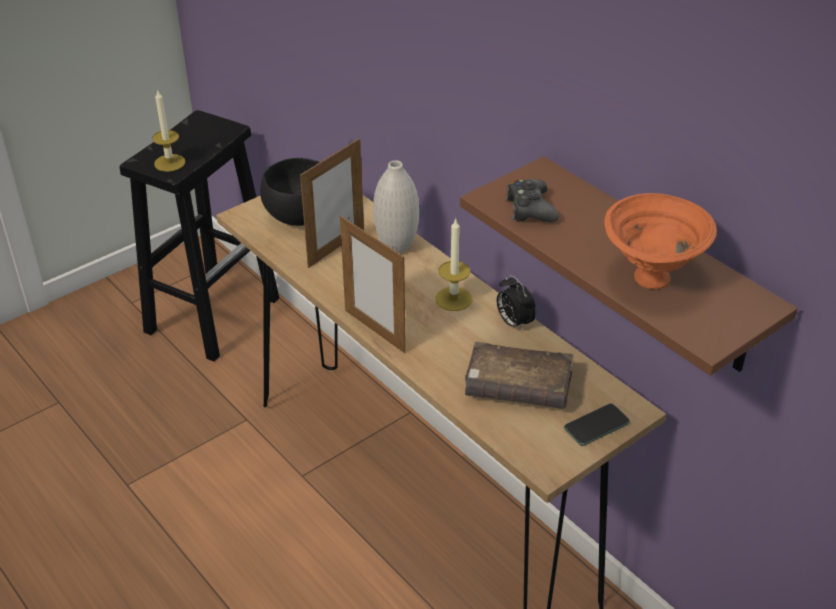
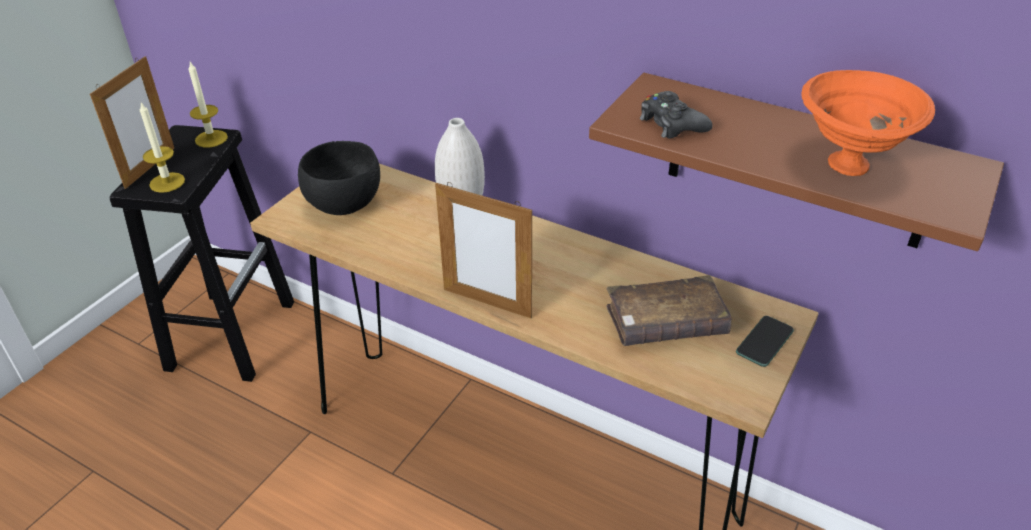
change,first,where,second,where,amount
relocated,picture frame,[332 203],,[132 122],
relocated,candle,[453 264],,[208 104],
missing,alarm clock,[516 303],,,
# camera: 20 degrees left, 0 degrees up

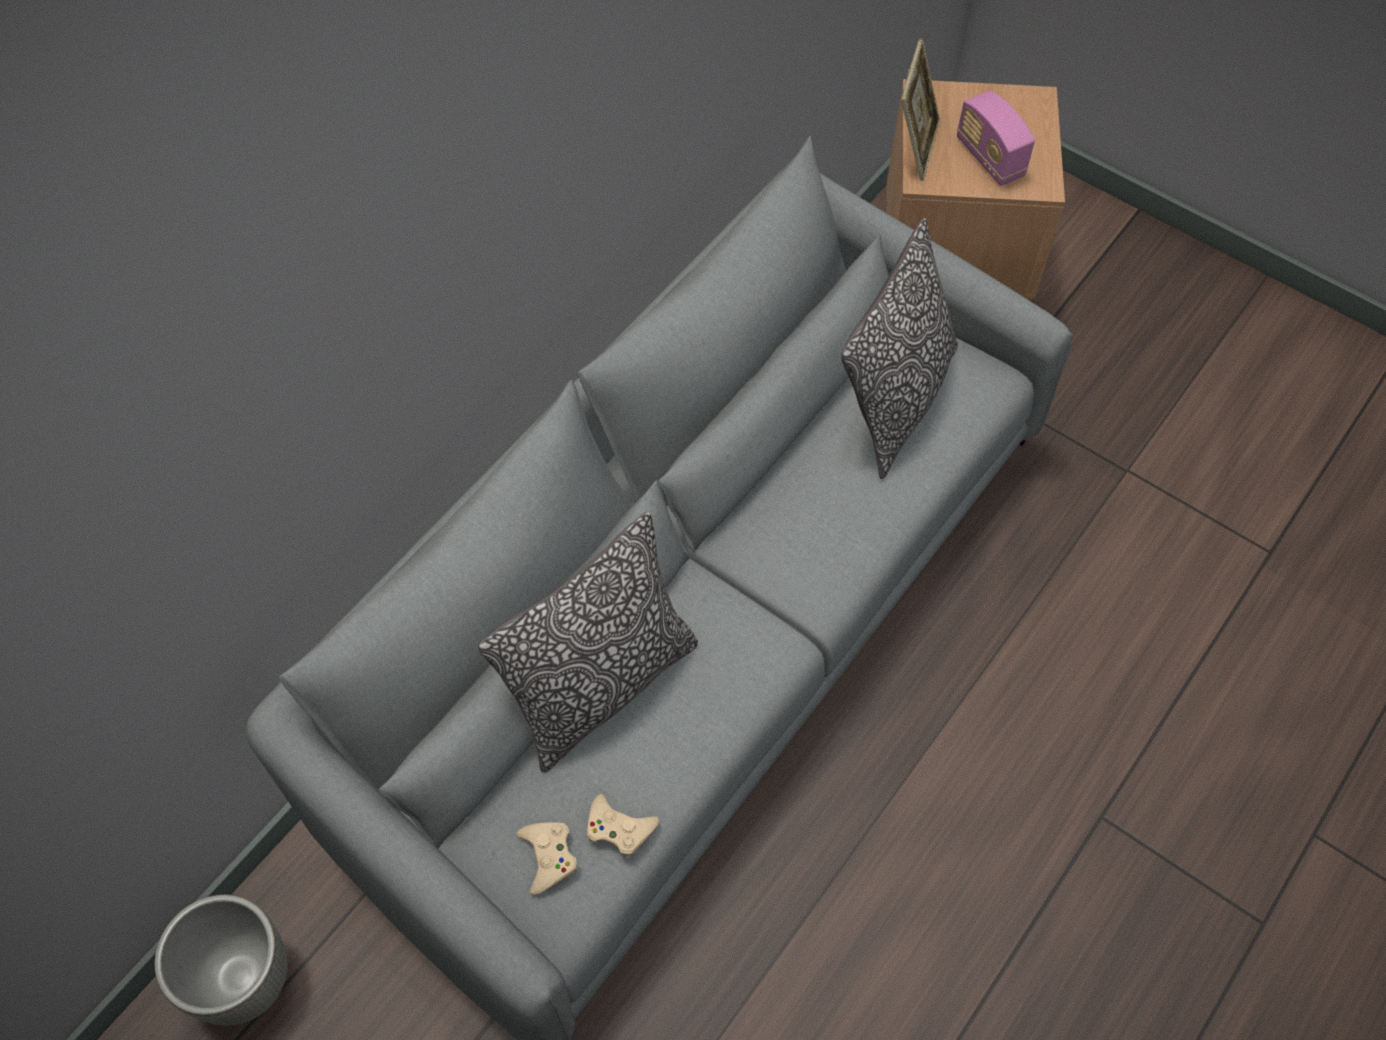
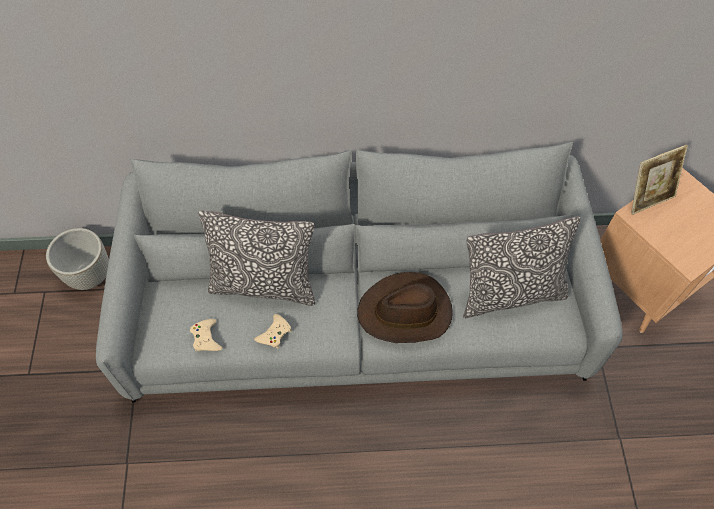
change,first,where,second,where,amount
relocated,beige game controller,[547 858],,[273 331],
missing,radio,[996 138],,,
appeared,,,brown hat,[405 307],
# camera: 50 degrees right, 0 degrees up

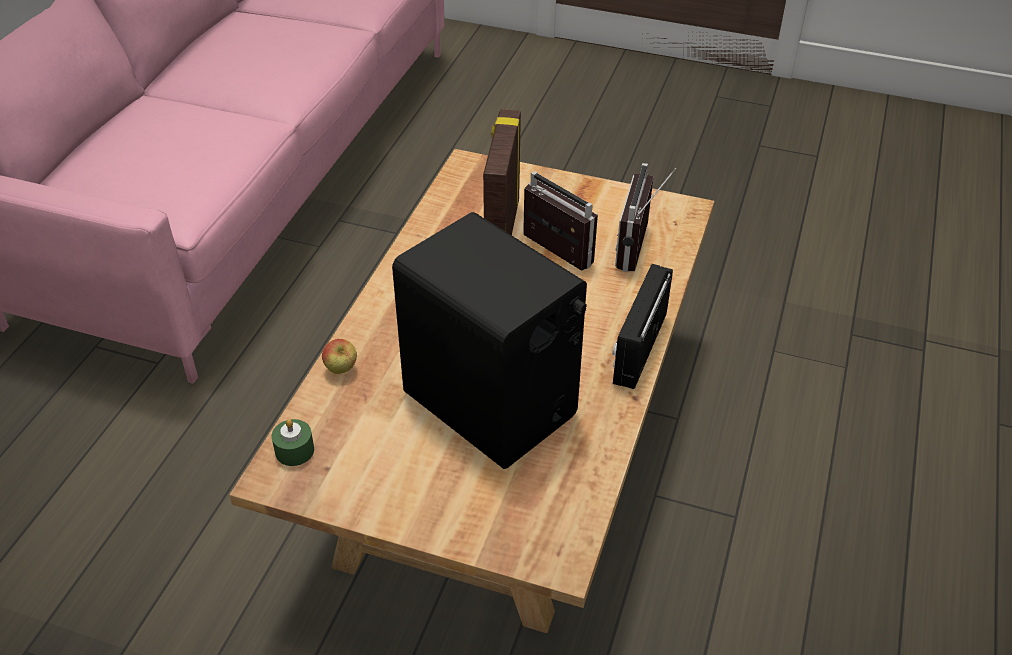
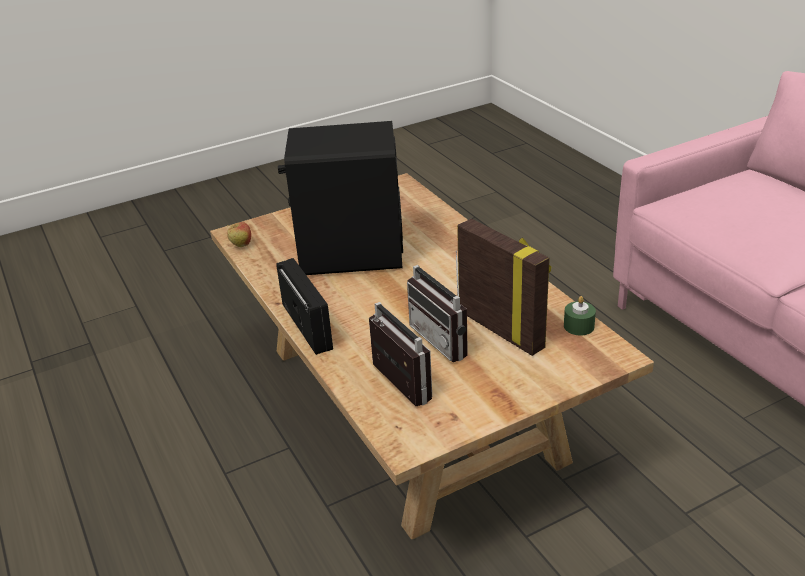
change,first,where,second,where,amount
relocated,green candle,[293 442],,[580 315],
relocated,apple,[339 356],,[239 234],
spun,radio,[560 221],,[437 306],60 degrees clockwise
# camera: 135 degrees right, 10 degrees down

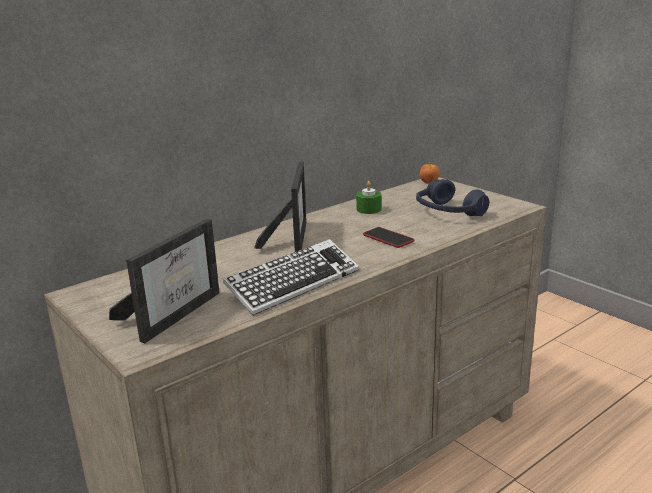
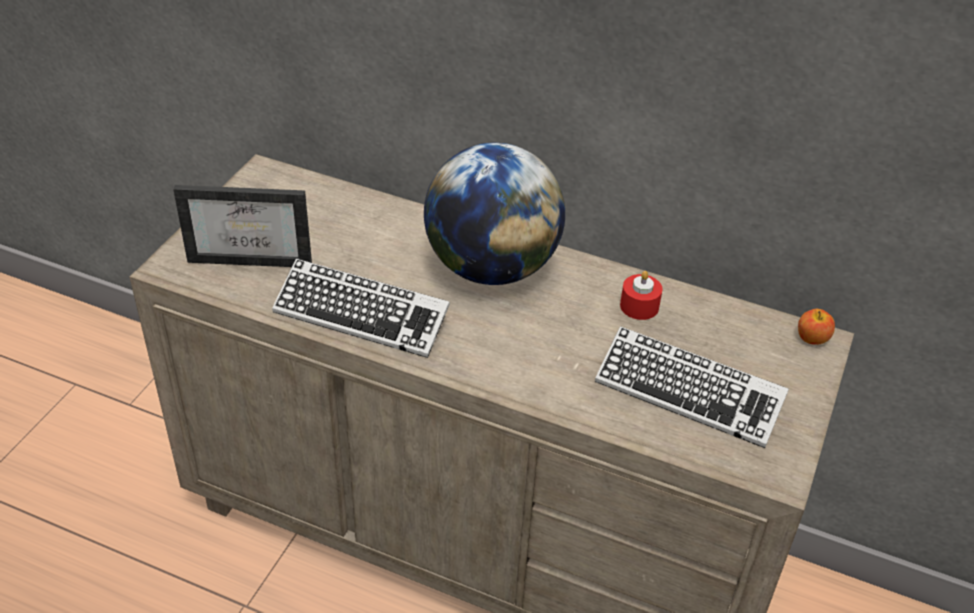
change,first,where,second,where,amount
exchanged,picture frame,[280 206],globe,[494 214],
colour,green candle,[368 197],red candle,[641 295],
missing,phone,[388 237],,,
exchanged,blue headphones,[452 197],keyboard,[692 387],
# camera: 60 degrees right, 20 degrees up

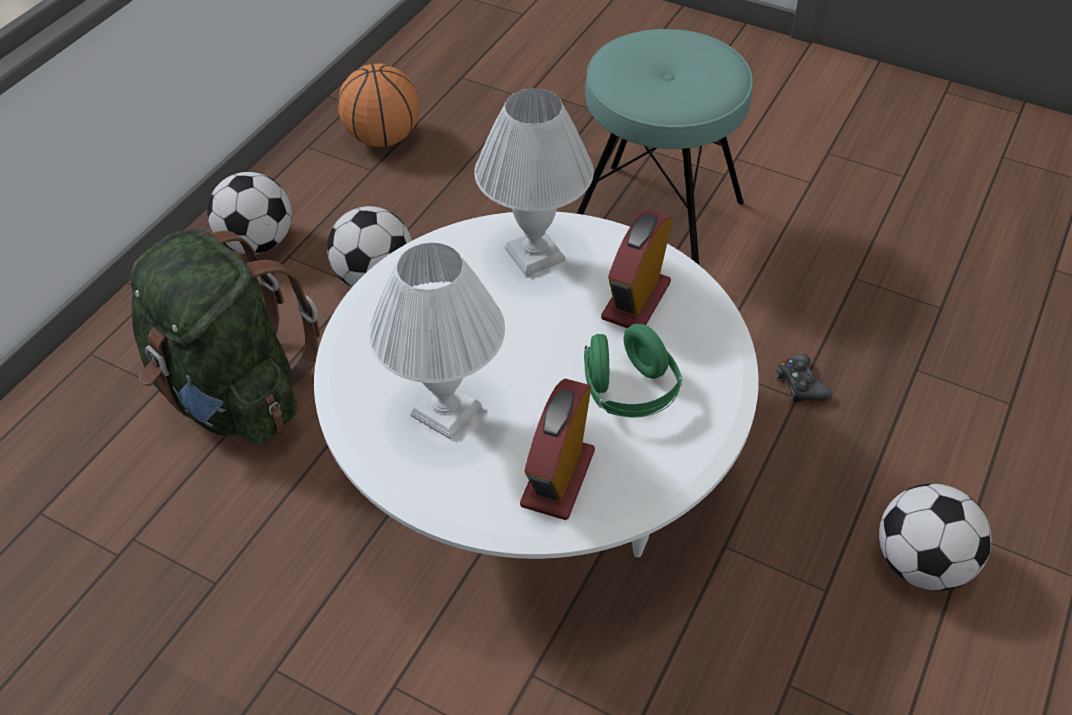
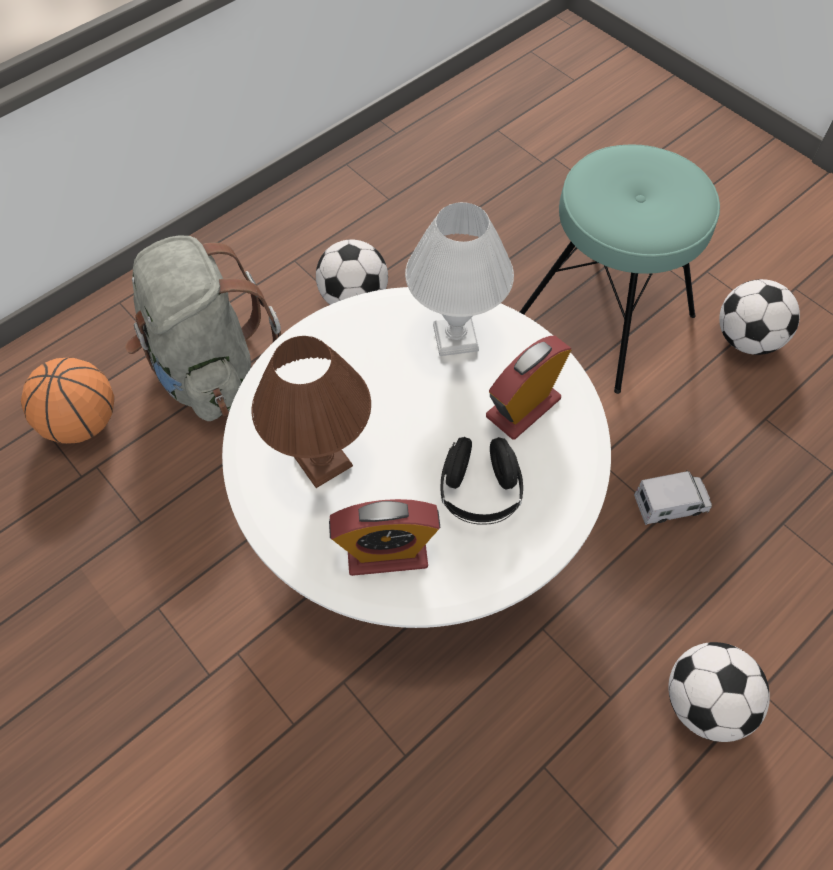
change,first,where,second,where,amount
colour,green backpack,[225 336],grey backpack,[203 328],
relocated,football,[249 213],,[759 317],
relocated,basketball,[378 105],,[67 400],
colour,white table lamp,[437 341],brown table lamp,[311 412],
spun,alarm clock,[557 449],,[384 537],135 degrees counterclockwise
colour,green headphones,[633 371],black headphones,[481 481],
exchanged,black game controller,[804 378],toy truck,[673 498],
# camera: 20 degrees right, 10 degrees up

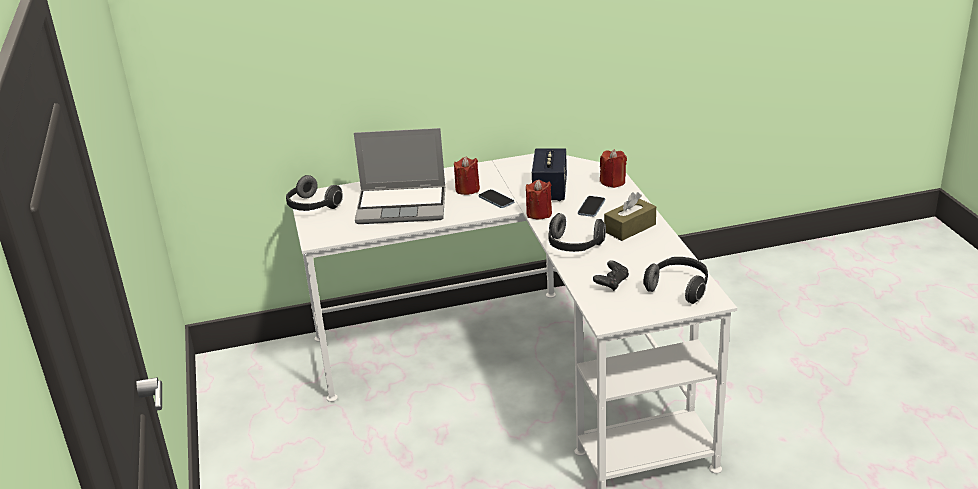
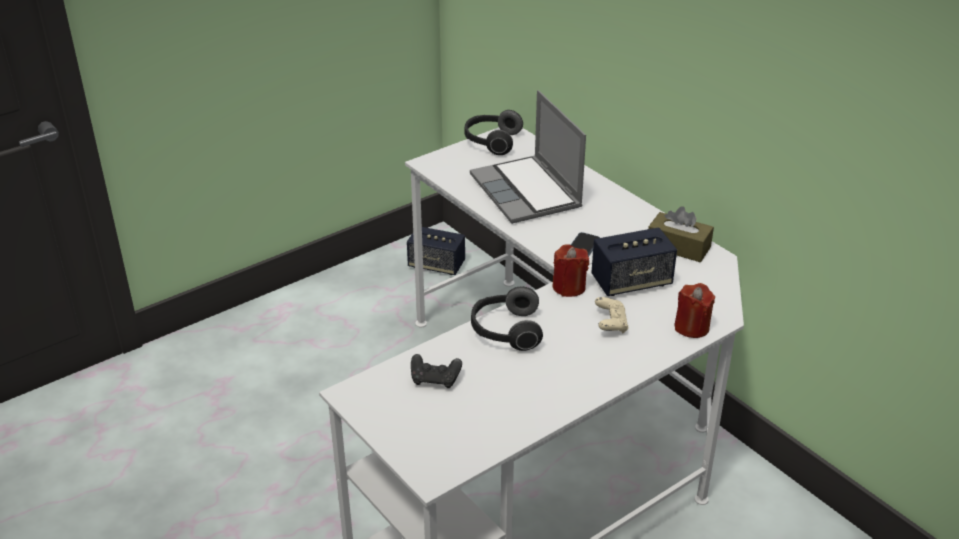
change,first,where,second,where,amount
missing,red candle,[467 176],,,
exchanged,phone,[591 206],beige game controller,[612 315],
relocated,brown tissue box,[630 216],,[681 234],
missing,headphones,[675 280],,,
appeared,,,speaker,[436 251],
# camera: 65 degrees right, 5 degrees up

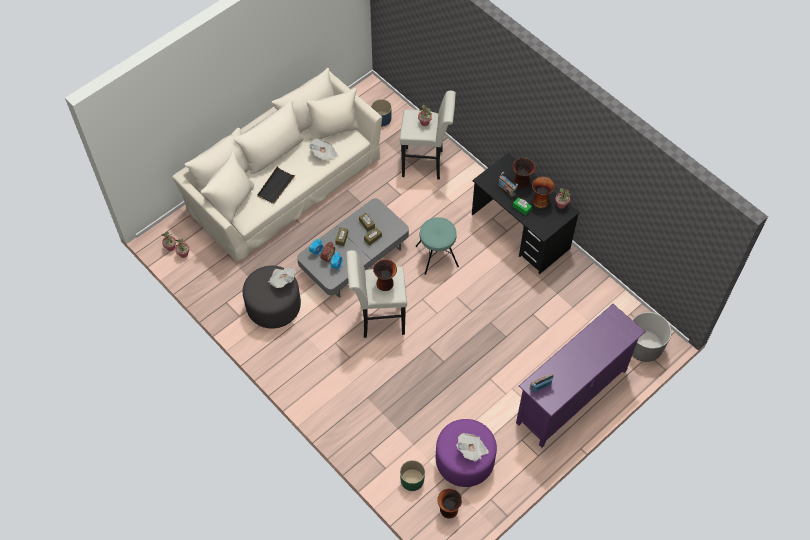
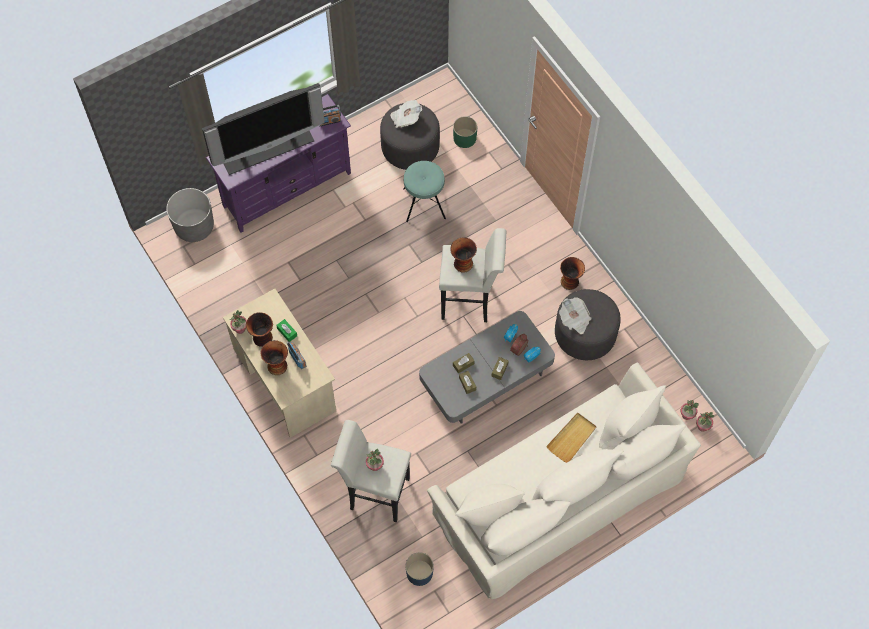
change,first,where,second,where,amount
colour,black tray,[276 185],beige tray,[571 438],
missing,newspaper,[323 149],,,
relocated,turquoise stool,[437 246],,[424 191],
colour,purple ottoman,[466 453],grey ottoman,[410 136],
relocated,vase,[449 503],,[572 273],
colour,black desk,[526 213],beige desk,[279 363],
appeared,,,television,[263 129],
# camera: 170 degrees left, 5 degrees up

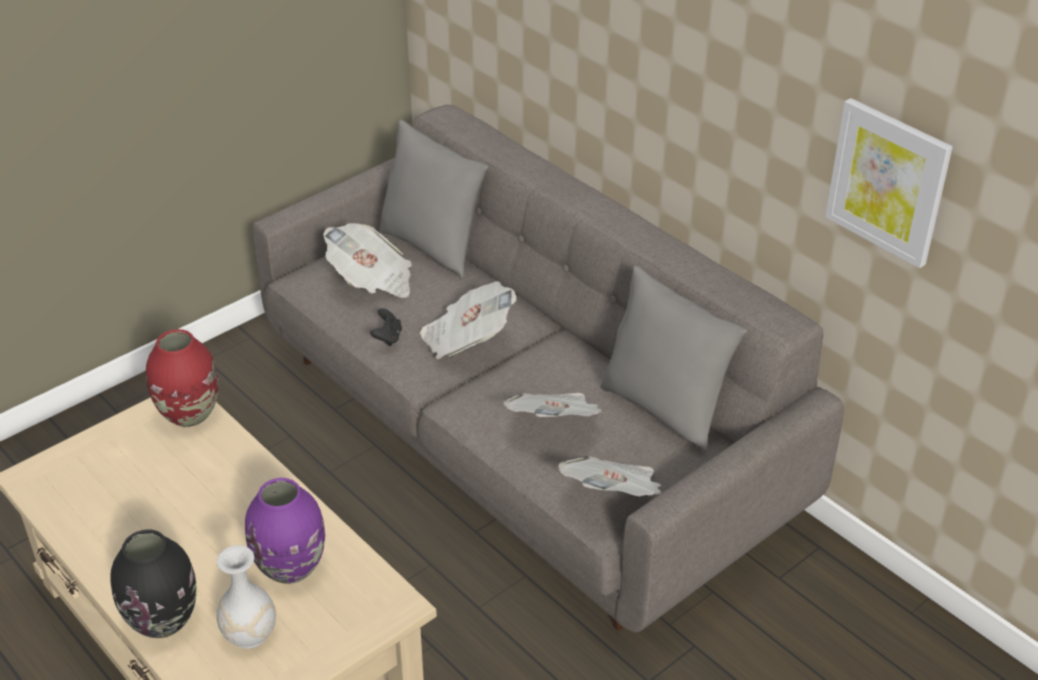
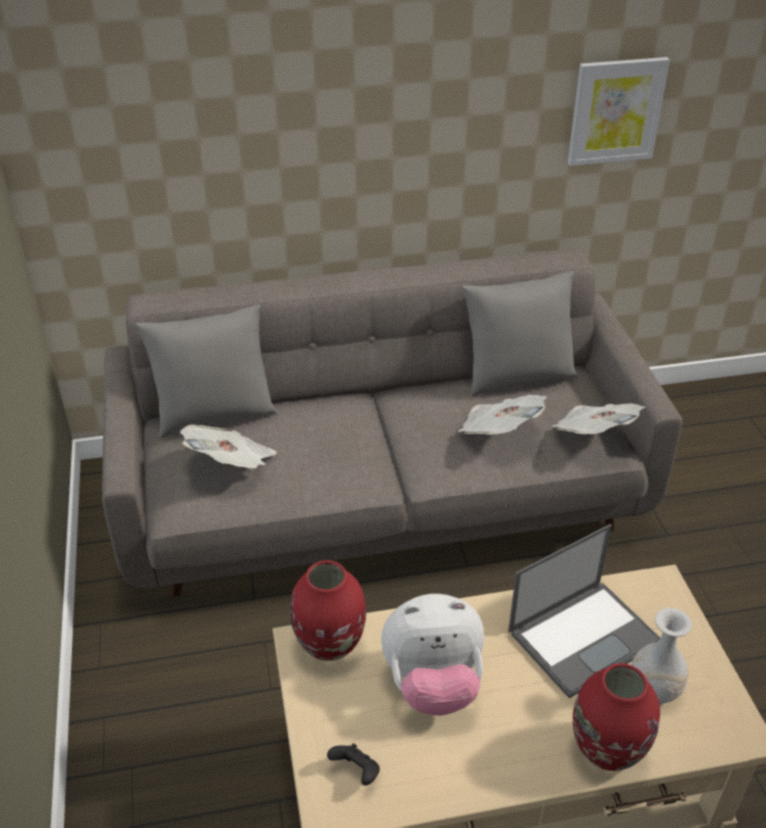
change,first,where,second,where,amount
colour,black vase,[153 584],red vase,[616 717],
exchanged,purple vase,[285 531],laptop,[584 611],
relocated,black game controller,[386 327],,[353 764],
missing,newspaper,[468 320],,,
appeared,,,plush toy,[432 655],
# camera: 60 degrees left, 0 degrees up

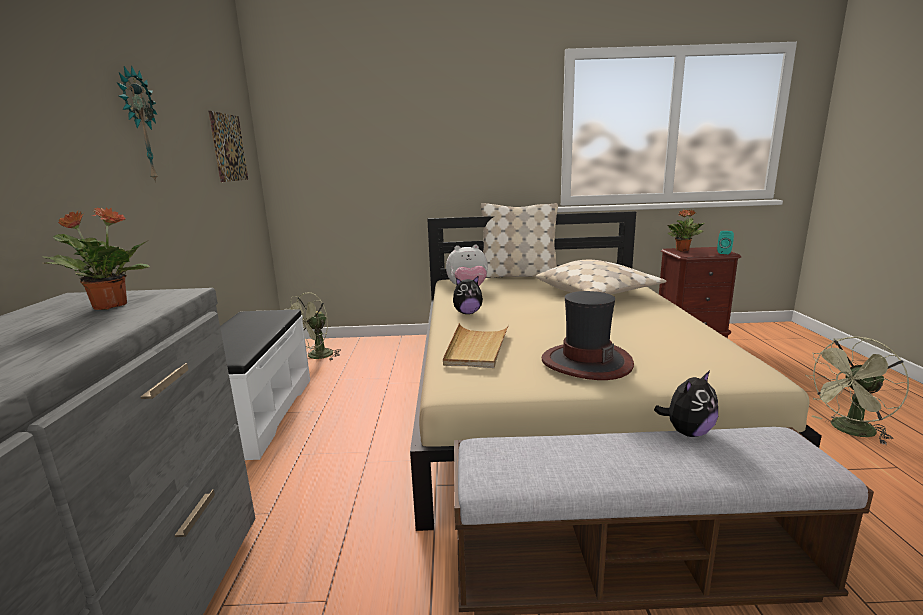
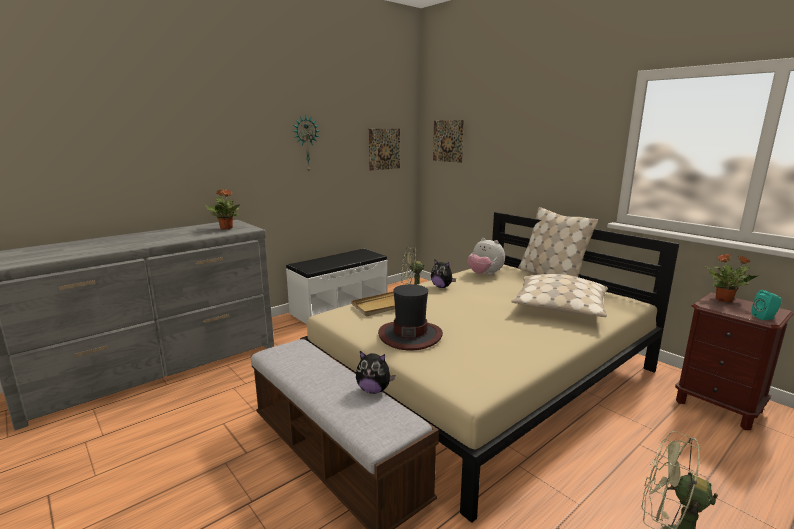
change,first,where,second,where,amount
appeared,,,picture,[448 141],
# camera: 50 degrees right, 0 degrees up

